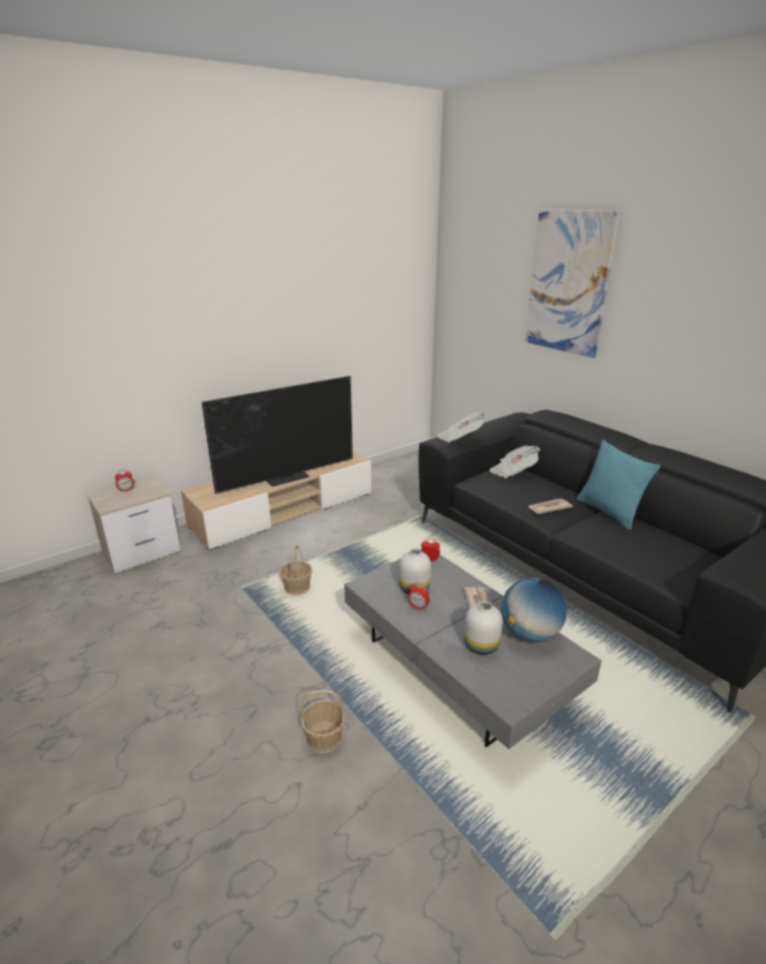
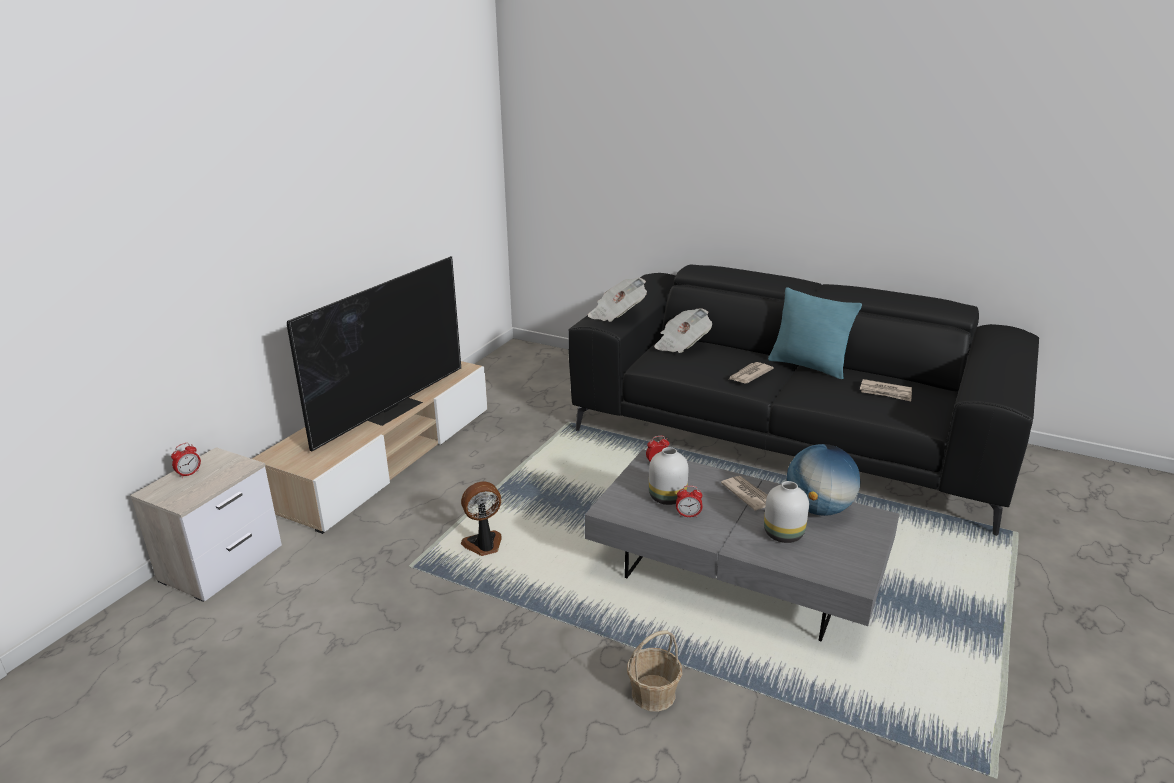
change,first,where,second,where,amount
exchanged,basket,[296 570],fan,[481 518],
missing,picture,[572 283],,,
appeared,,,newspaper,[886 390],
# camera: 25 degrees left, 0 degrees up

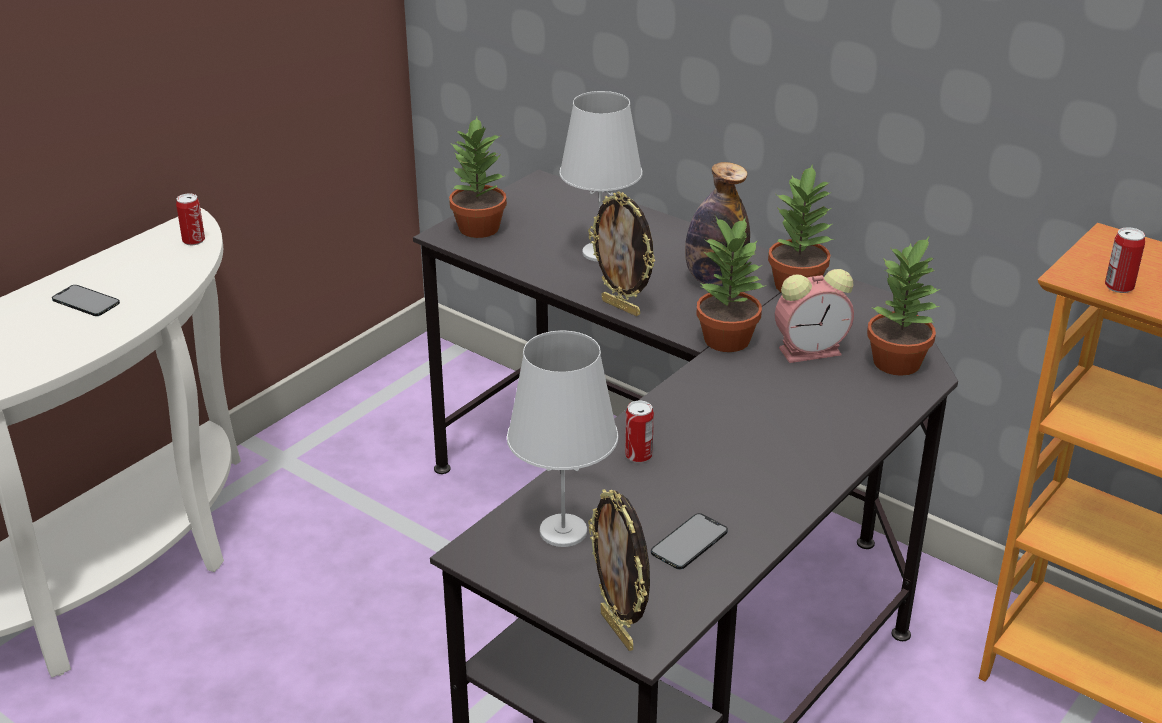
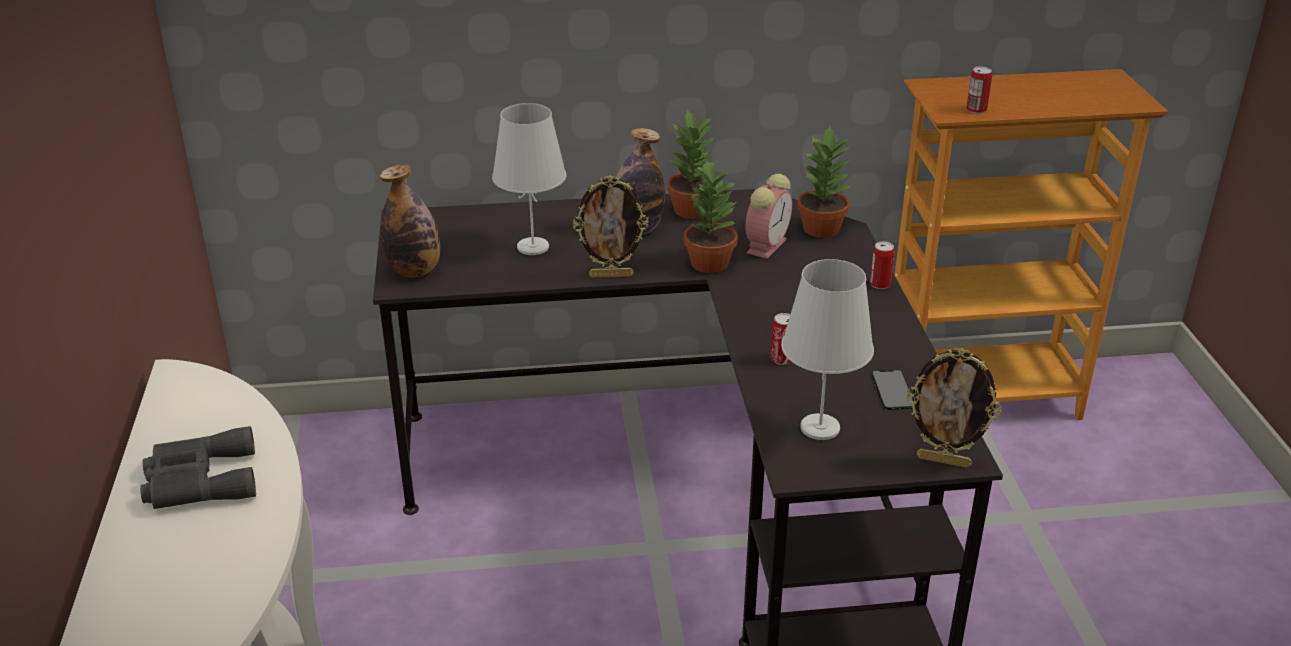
change,first,where,second,where,amount
exchanged,phone,[86 300],grey binoculars,[198 467],
relocated,can,[190 219],,[882 265],
exchanged,potted plant,[478 177],bottle,[410 220],
# camera: 45 degrees left, 0 degrees up

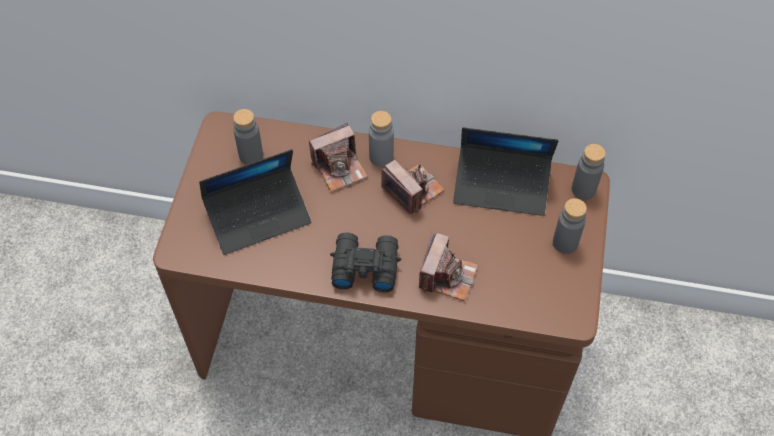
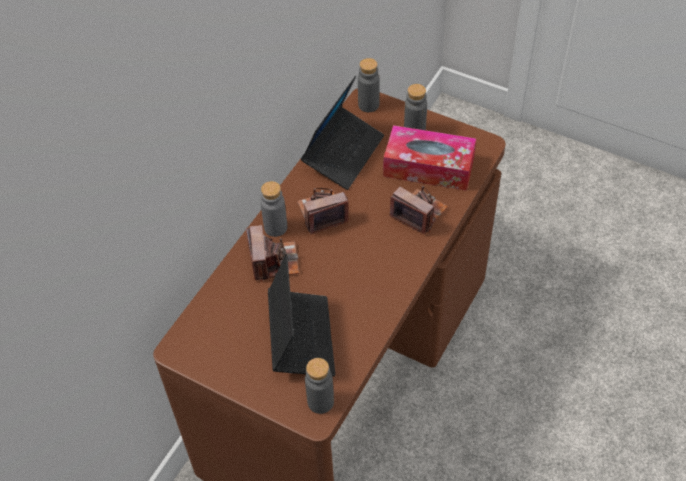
change,first,where,second,where,amount
relocated,grey bottle,[248 137],,[319 386],
missing,black binoculars,[365 262],,,
appeared,,,tissue box,[429 158],
# camera: 70 degrees left, 5 degrees down

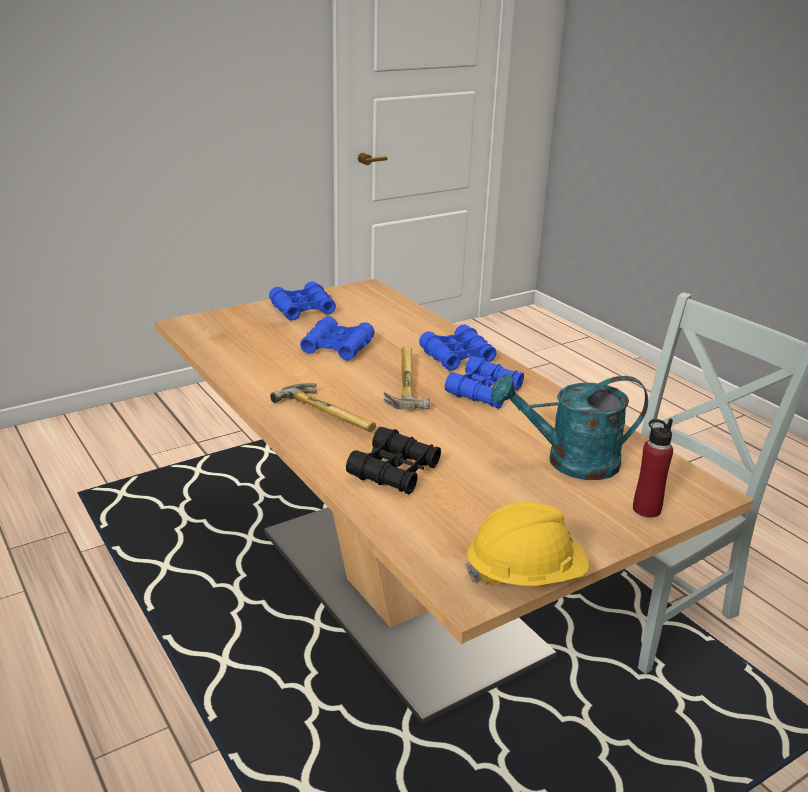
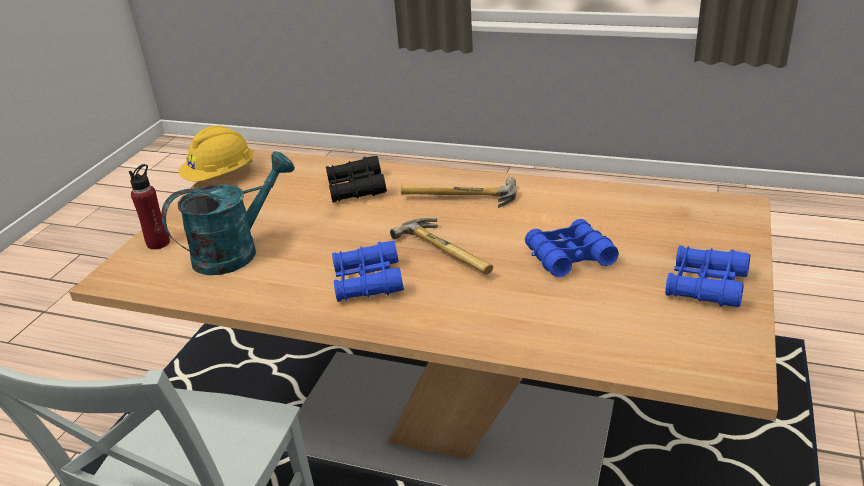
change,first,where,second,where,amount
missing,blue binoculars,[458 347],,,
# camera: 145 degrees right, 5 degrees up

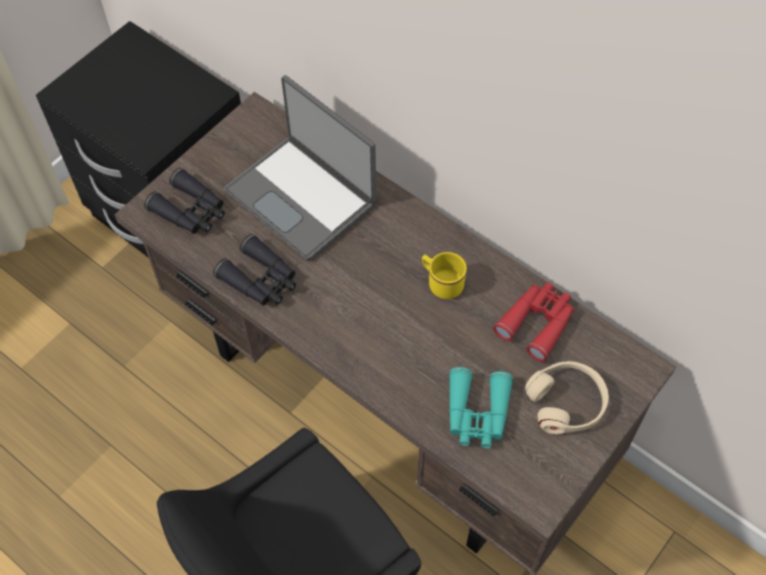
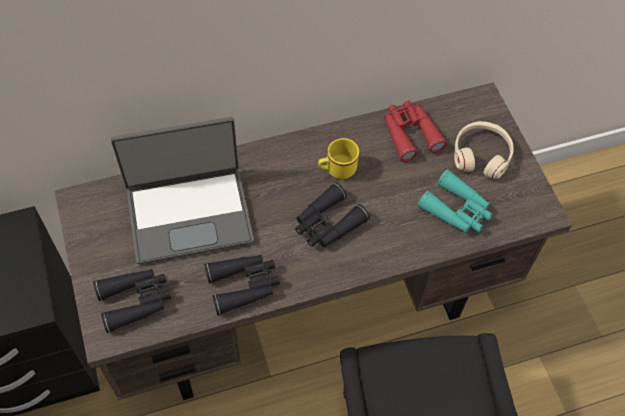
change,first,where,second,where,amount
appeared,,,black binoculars,[332 214],
# camera: 60 degrees left, 0 degrees up

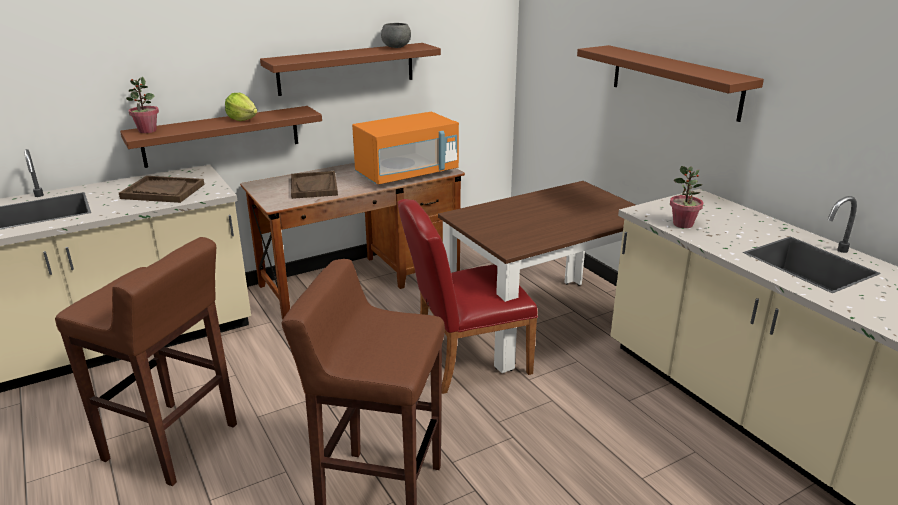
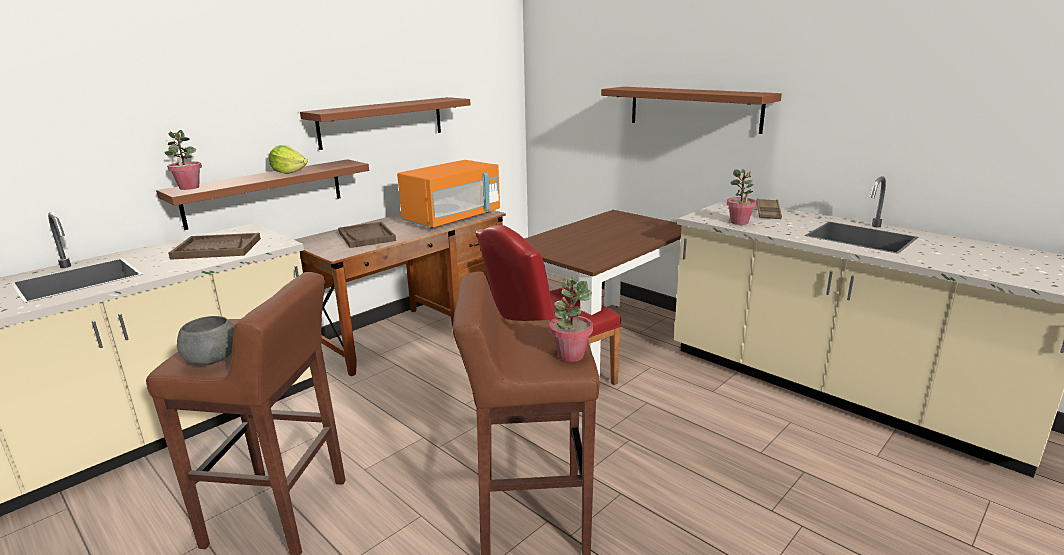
change,first,where,second,where,amount
relocated,grey bowl,[396 35],,[205 340],
appeared,,,potted plant,[571 319],
appeared,,,brown tray,[769 209],
# camera: 15 degrees left, 5 degrees down

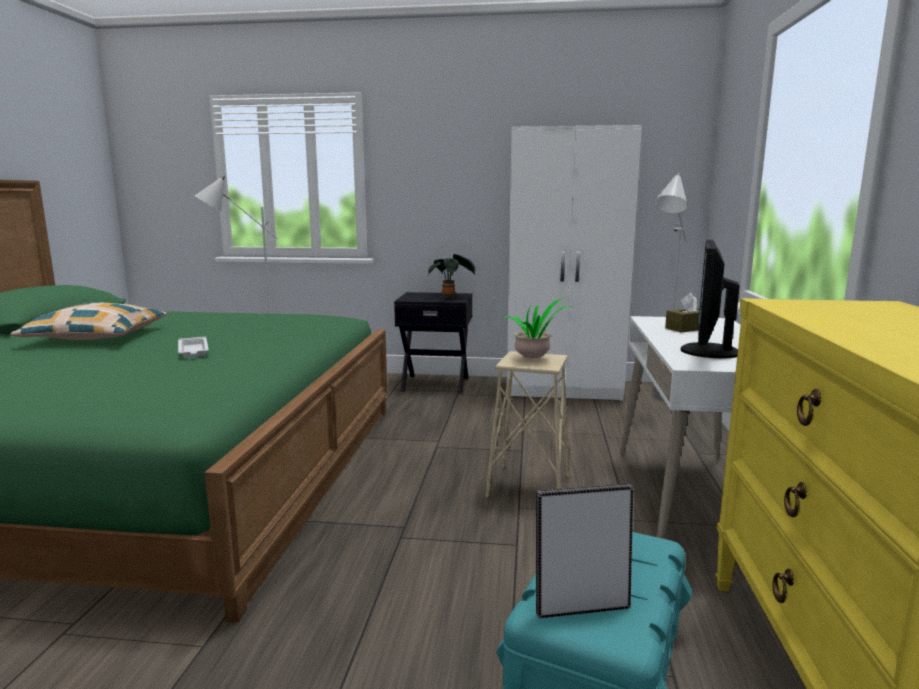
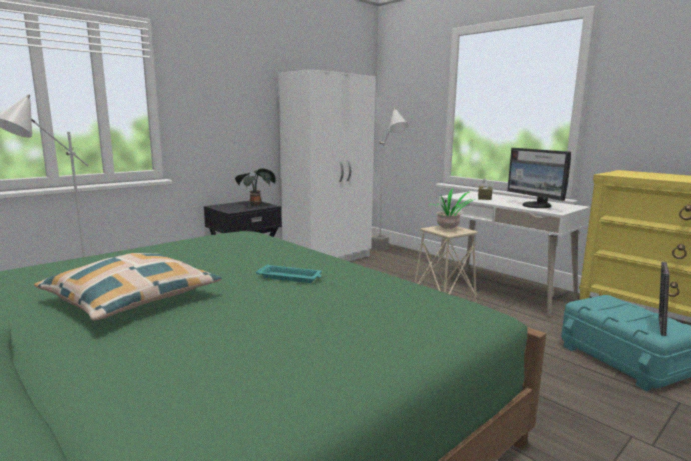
change,first,where,second,where,amount
colour,white tray,[193 347],turquoise tray,[289 273],
# camera: 50 degrees left, 0 degrees up

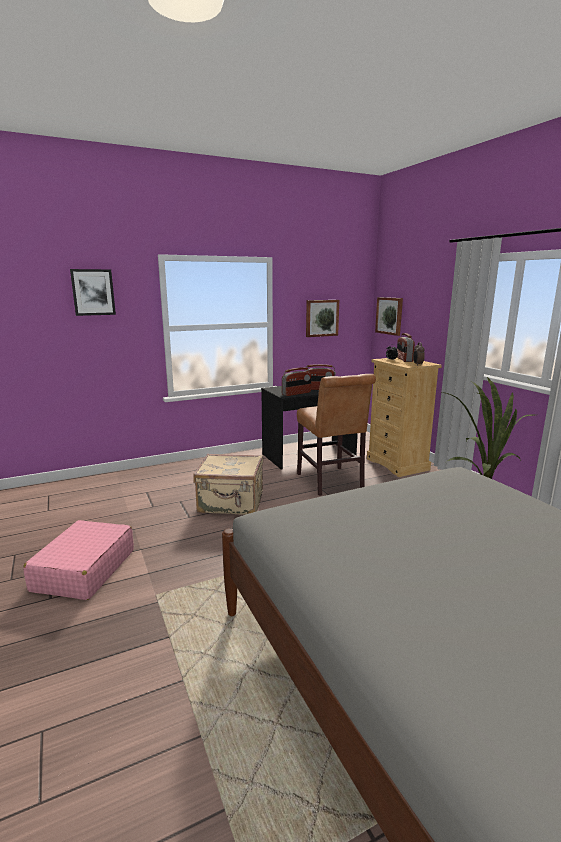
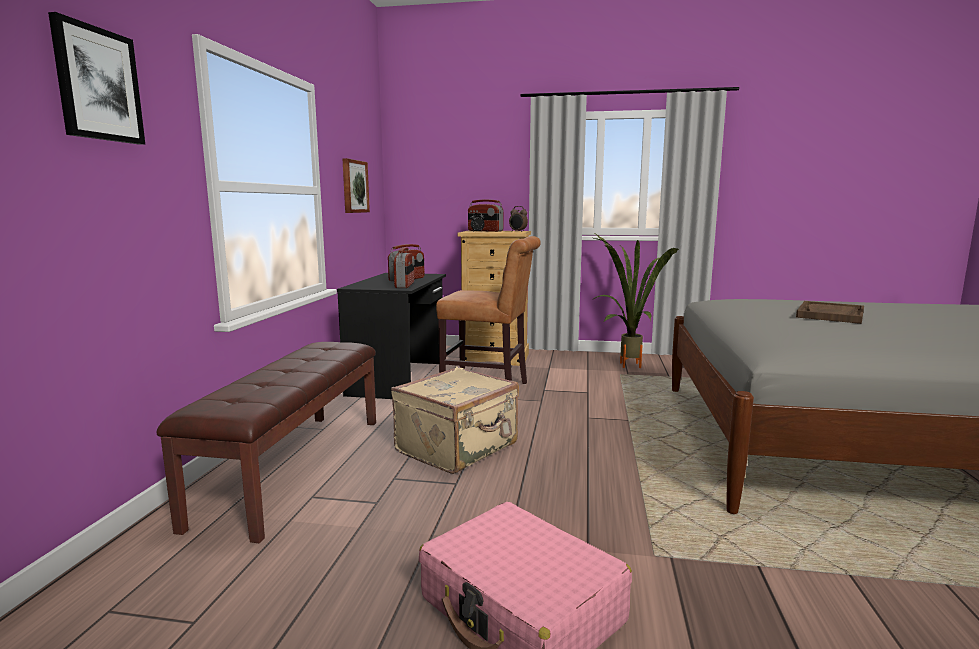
change,first,where,second,where,amount
missing,picture,[389 316],,,
appeared,,,brown bench,[266 442],
appeared,,,brown tray,[830 312],
# camera: 55 degrees left, 5 degrees down

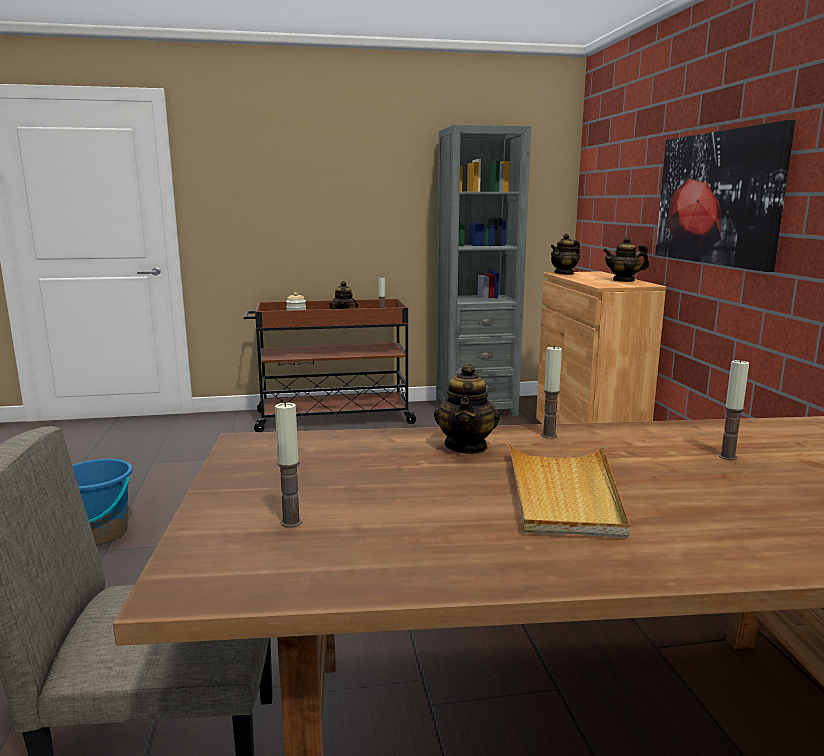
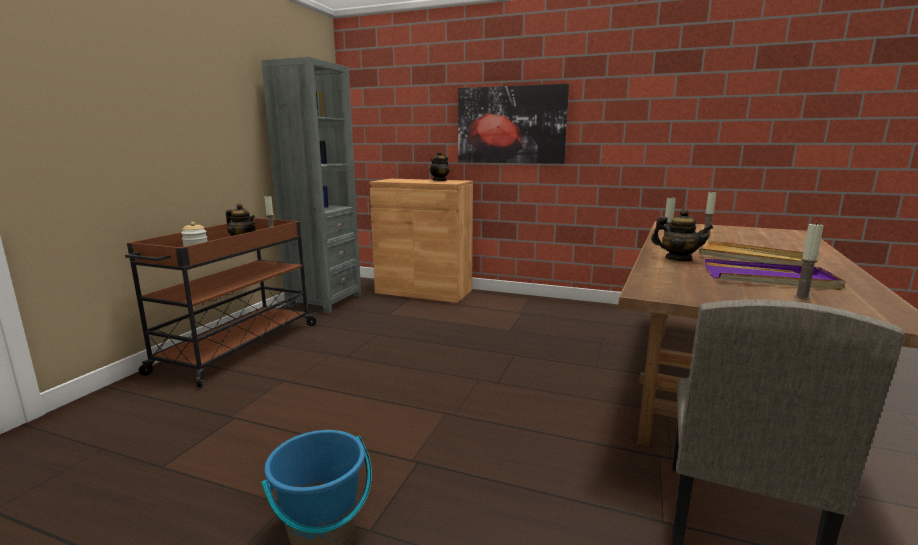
change,first,where,second,where,amount
missing,teapot,[565 254],,,
appeared,,,purple tray,[775 274],
# camera: 60 degrees left, 0 degrees up

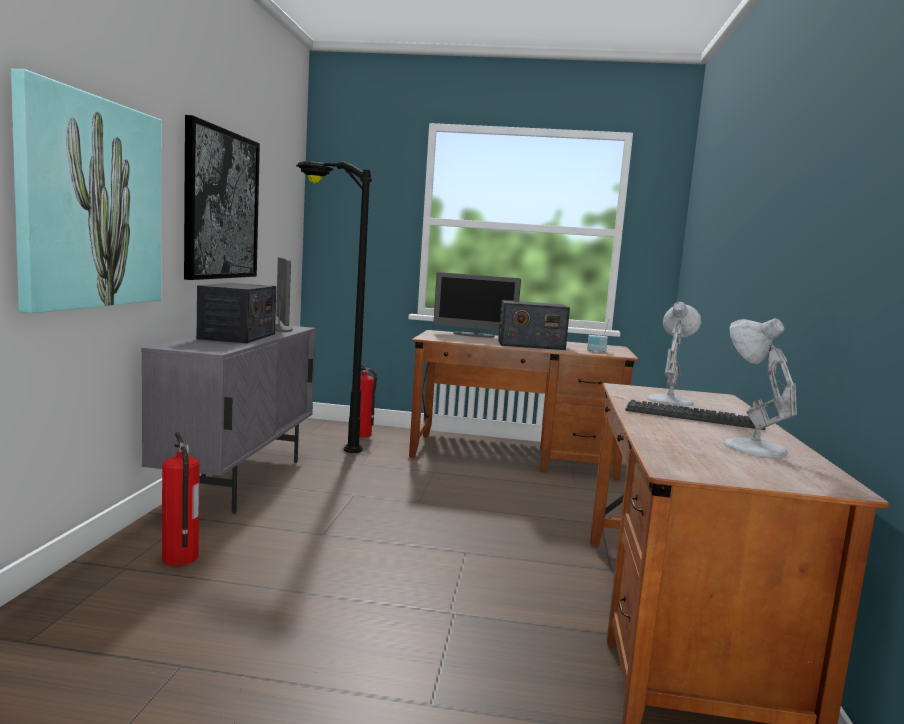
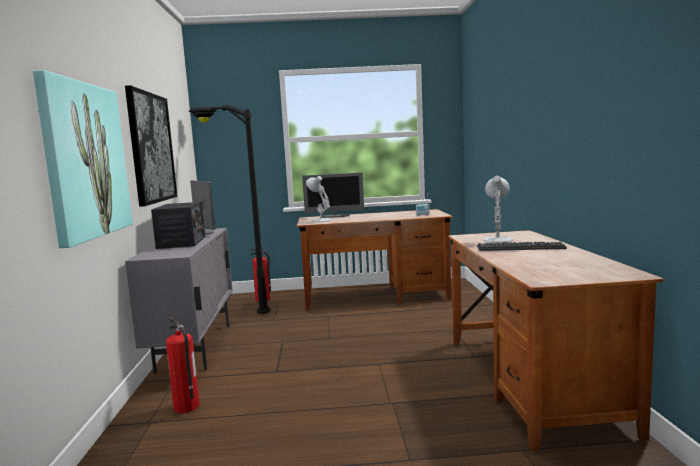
change,first,where,second,where,amount
missing,radio,[534 325],,,
relocated,white table lamp,[760 387],,[319 199],
# camera: 10 degrees left, 0 degrees up

